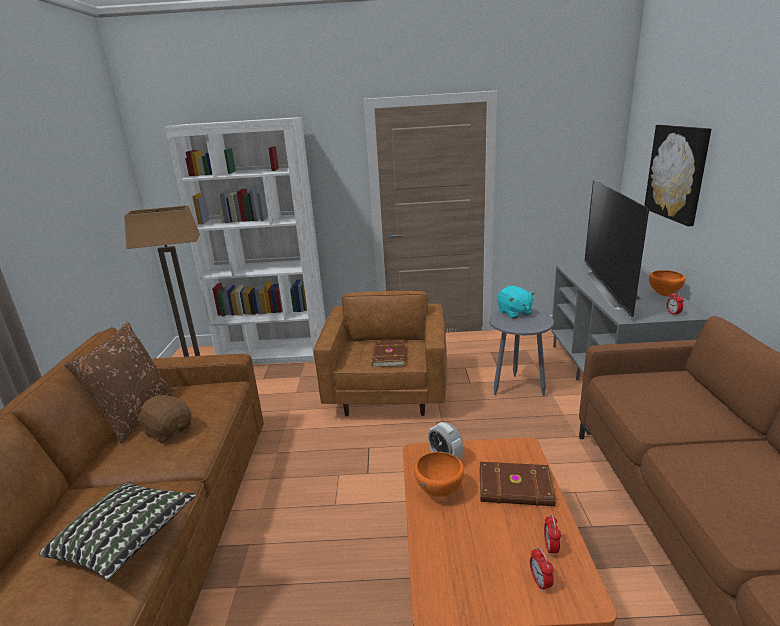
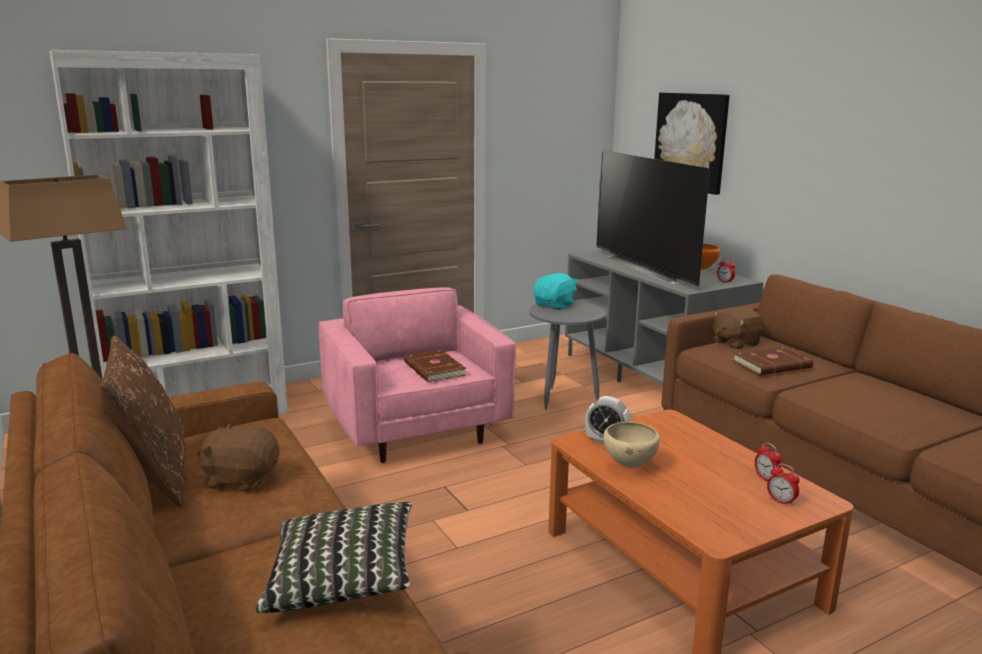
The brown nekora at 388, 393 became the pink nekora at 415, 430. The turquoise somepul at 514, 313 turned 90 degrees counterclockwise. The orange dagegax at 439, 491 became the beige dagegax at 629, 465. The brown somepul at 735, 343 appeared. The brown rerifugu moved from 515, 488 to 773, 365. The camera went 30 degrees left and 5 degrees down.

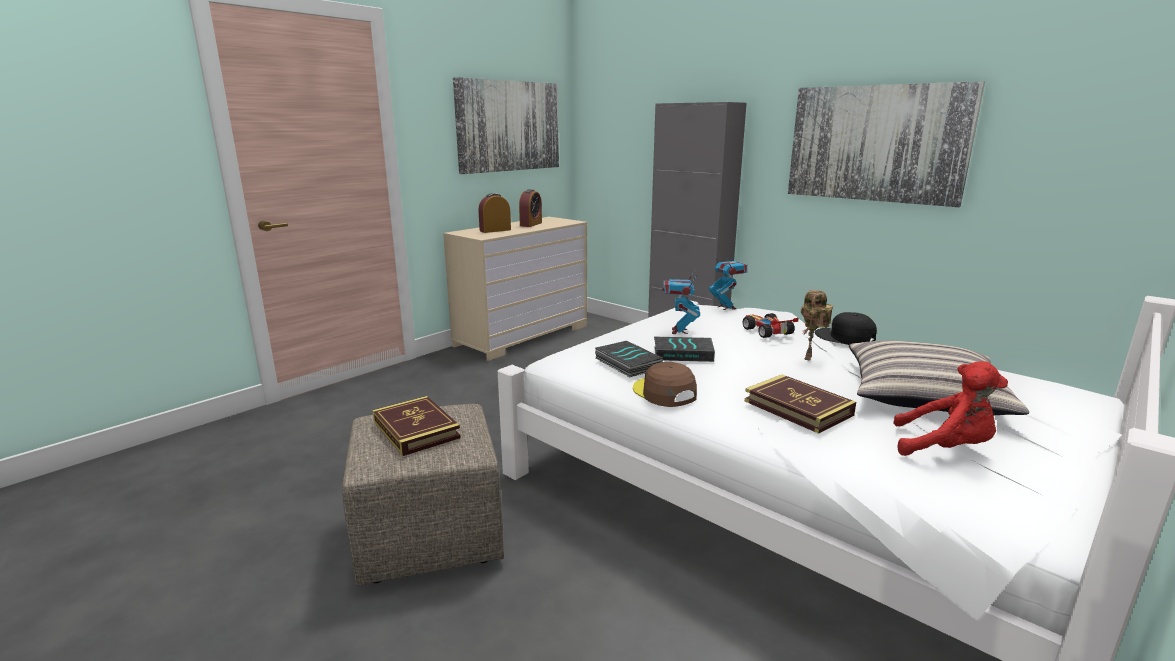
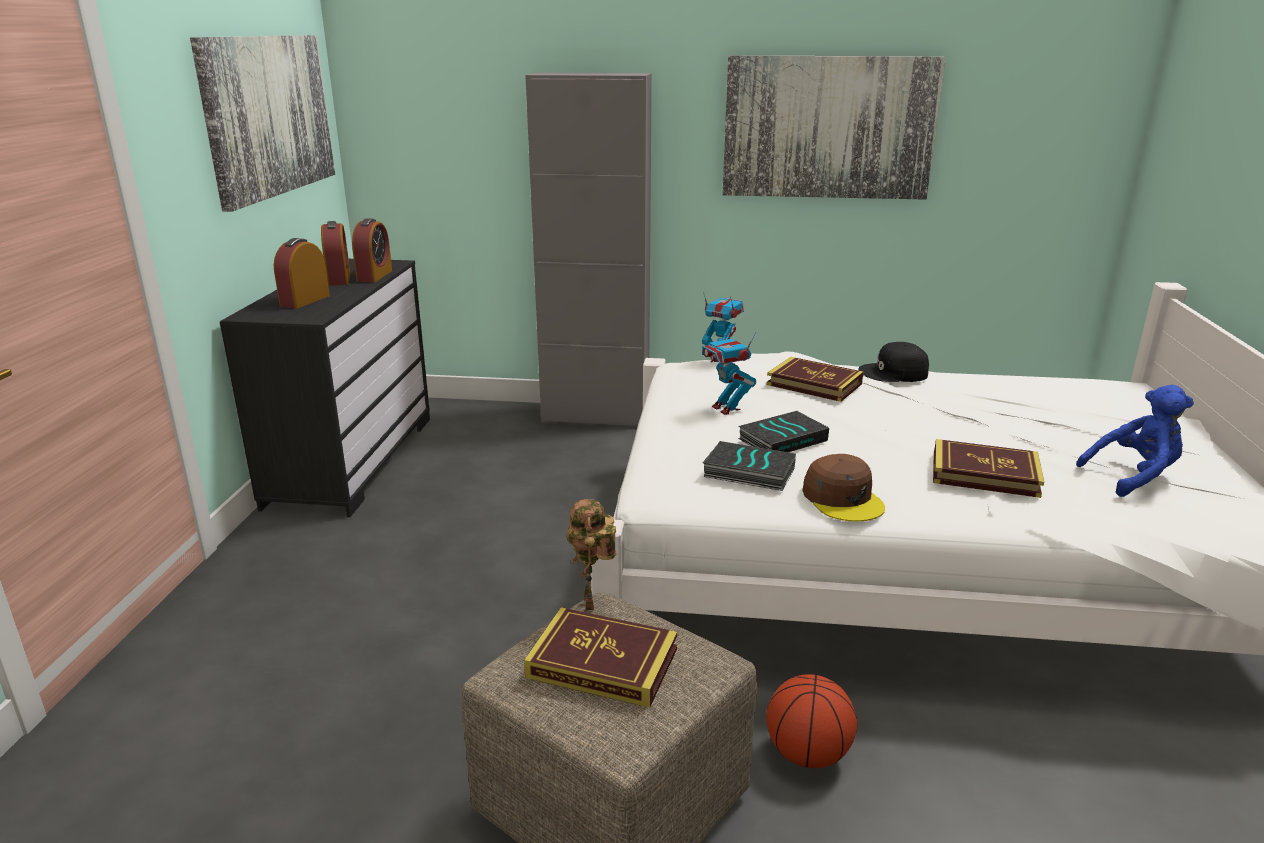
The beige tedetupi at 522, 335 became the black tedetupi at 351, 460. The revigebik at 374, 276 appeared. The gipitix moved from 810, 358 to 592, 604. The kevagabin at 807, 754 appeared. The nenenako at 766, 331 was replaced by the rerifugu at 814, 384. The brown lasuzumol at 664, 392 turned 135 degrees counterclockwise. The red somepul at 944, 448 became the blue somepul at 1133, 477. The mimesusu at 923, 394 disappeared. The camera went 35 degrees left and 5 degrees up.

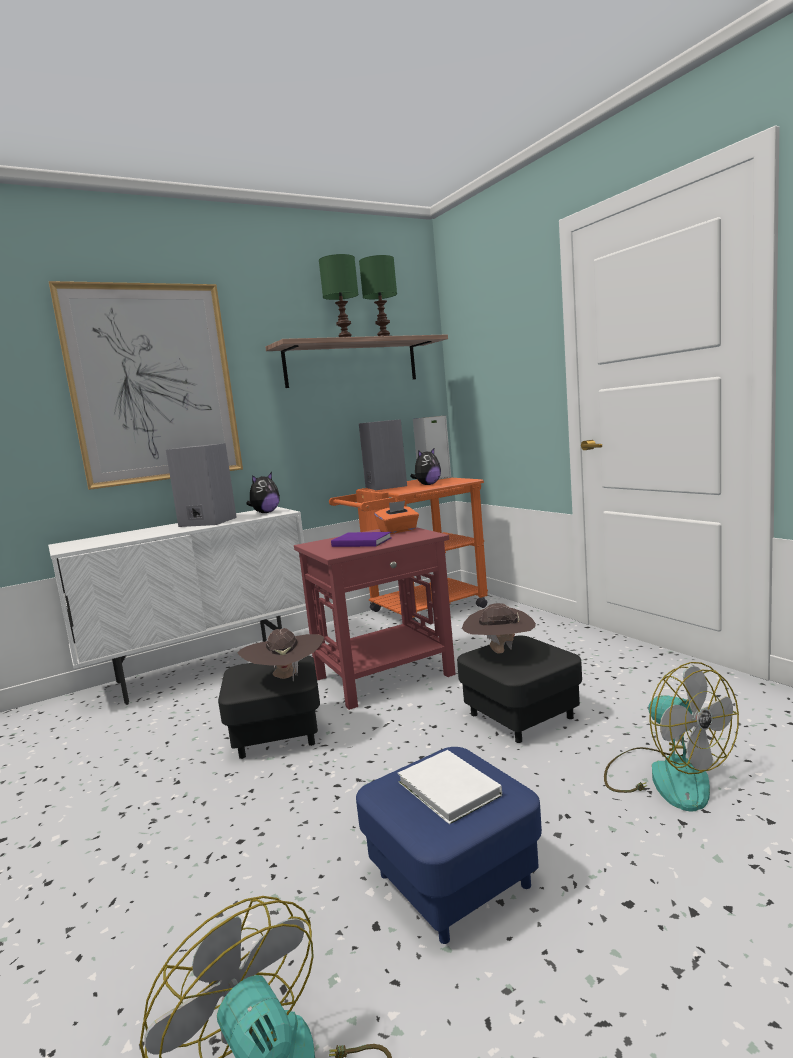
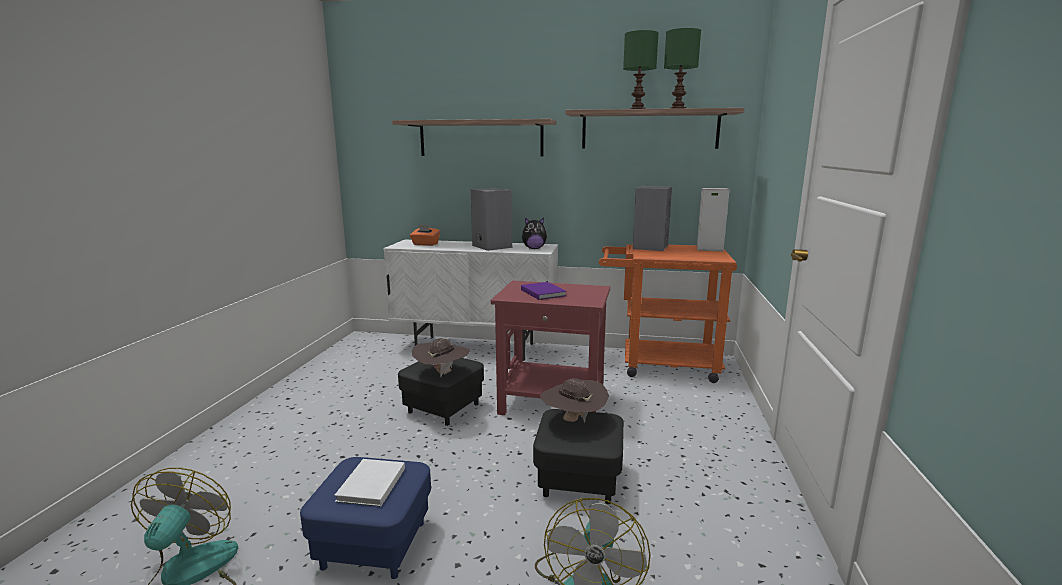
The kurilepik at 153, 384 was replaced by the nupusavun at 481, 138. The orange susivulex moved from 398, 531 to 425, 244. The somepul at 427, 485 disappeared. The camera went 40 degrees right and 5 degrees up.

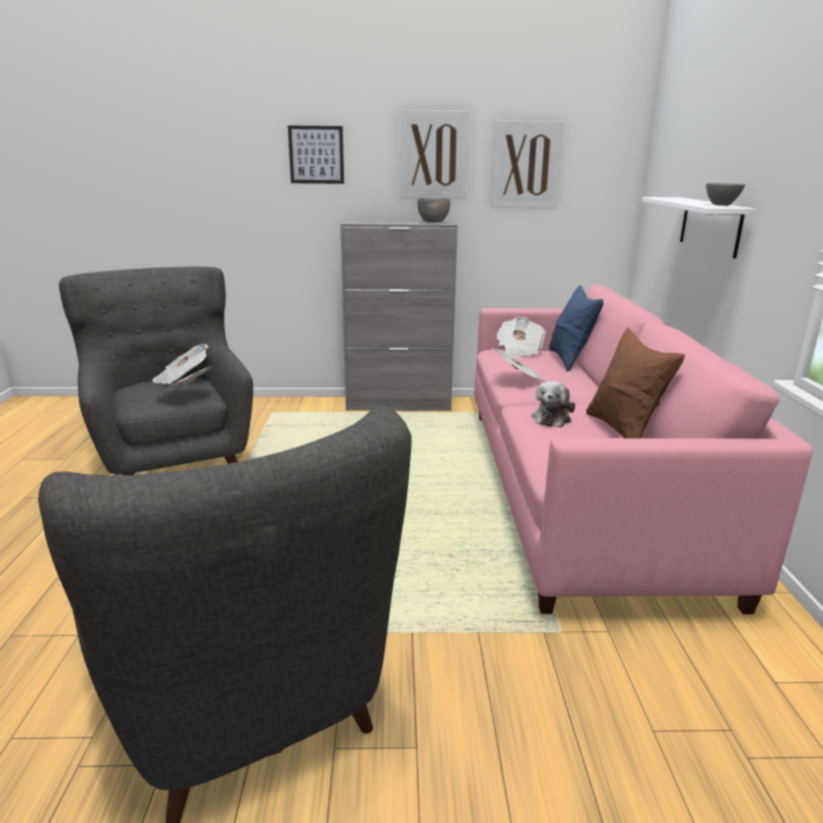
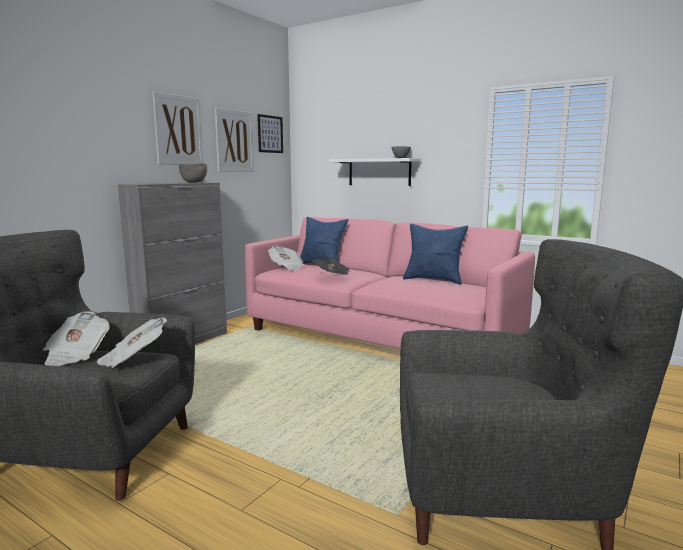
The kurilepik moved from 316, 155 to 270, 134. The brown mimesusu at 624, 431 became the blue mimesusu at 434, 280. The somepul at 551, 418 disappeared. The camera went 55 degrees left and 10 degrees down.

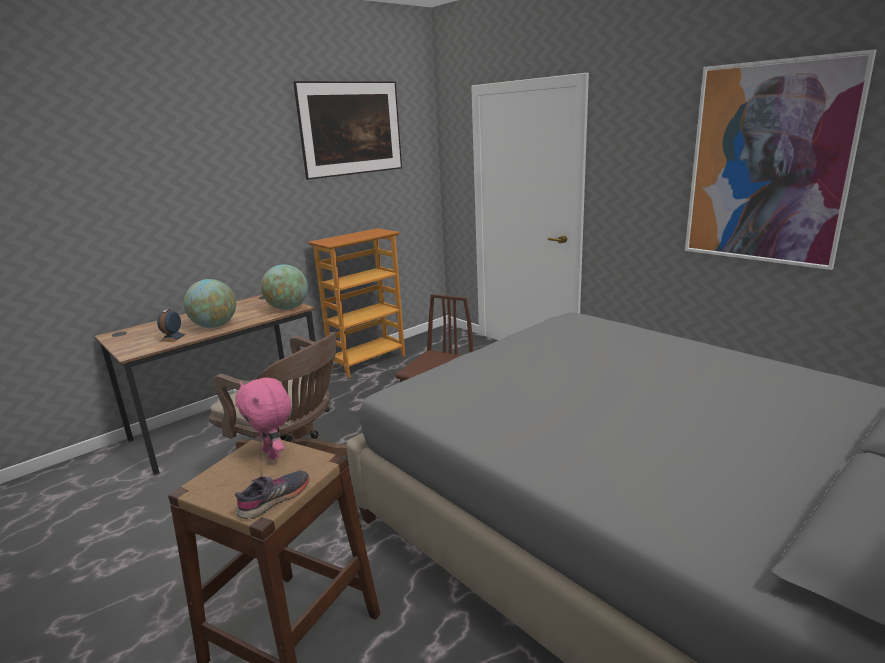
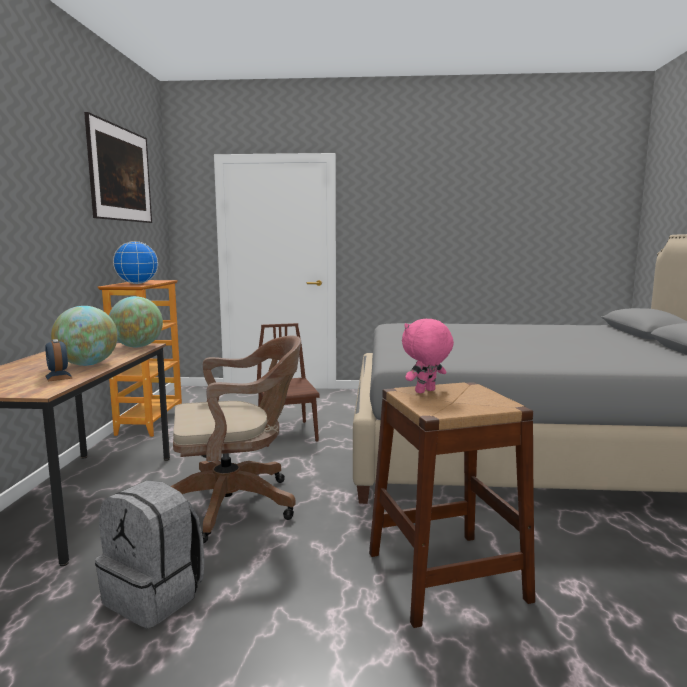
The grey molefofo at 155, 596 appeared. The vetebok at 137, 283 appeared. The pink somepul at 273, 454 turned 135 degrees clockwise. The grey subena at 275, 499 disappeared. The kurilepik at 767, 164 disappeared. The camera went 45 degrees left and 10 degrees down.

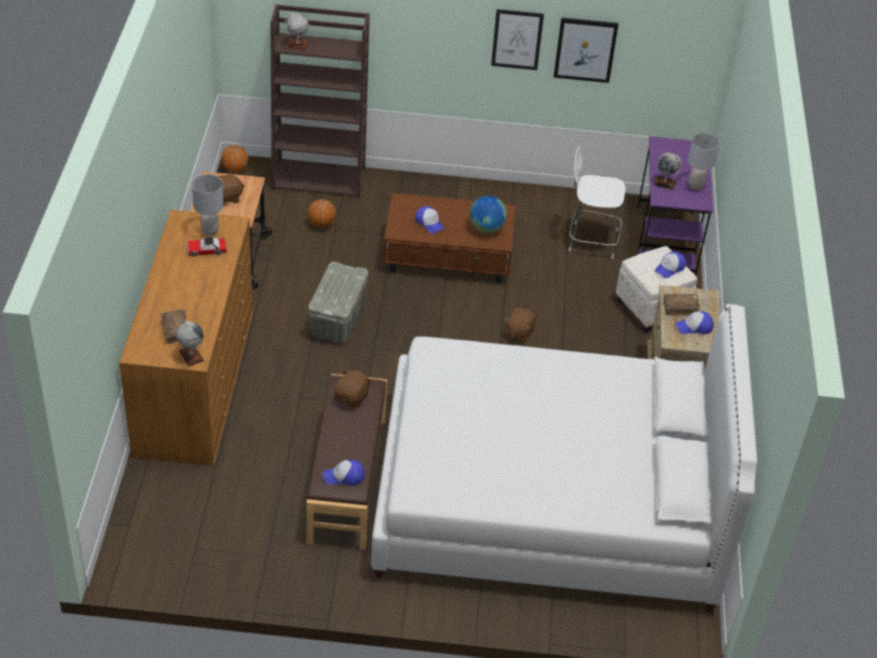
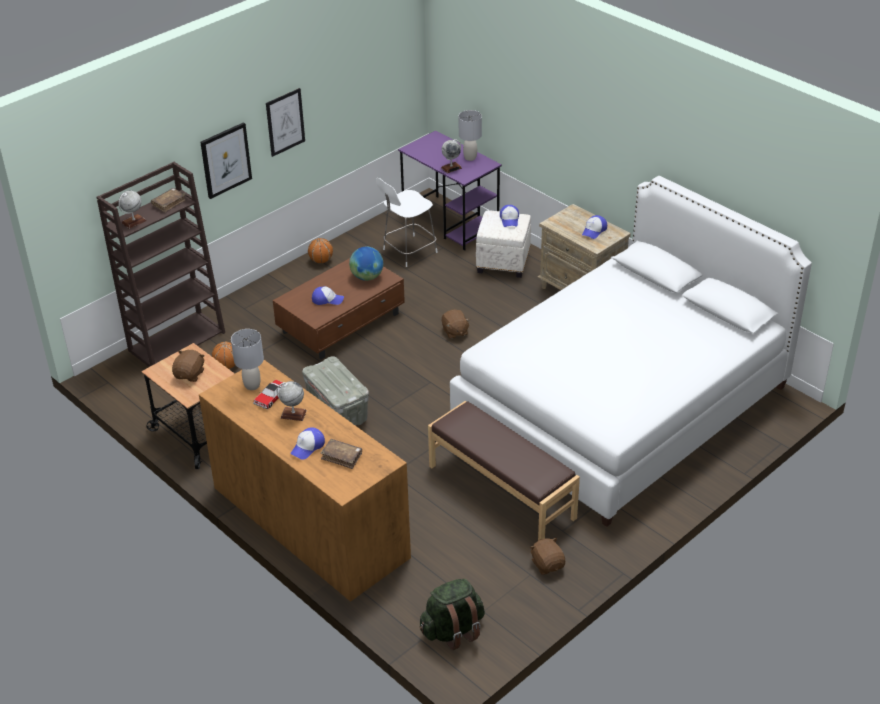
The brown rerifugu moved from 680, 307 to 169, 203. The kurilepik moved from 585, 49 to 225, 160. The vetebok moved from 191, 356 to 293, 414. The lasuzumol moved from 344, 476 to 308, 447. The kevagabin moved from 235, 170 to 321, 261. The green molefofo at 453, 630 appeared. The brown somepul moved from 352, 397 to 547, 564. The camera went 45 degrees left and 5 degrees down.

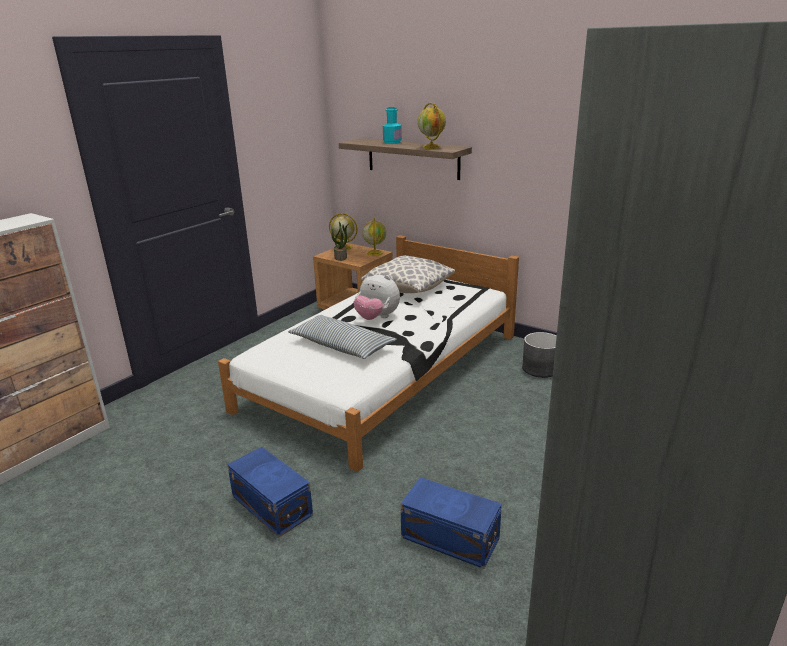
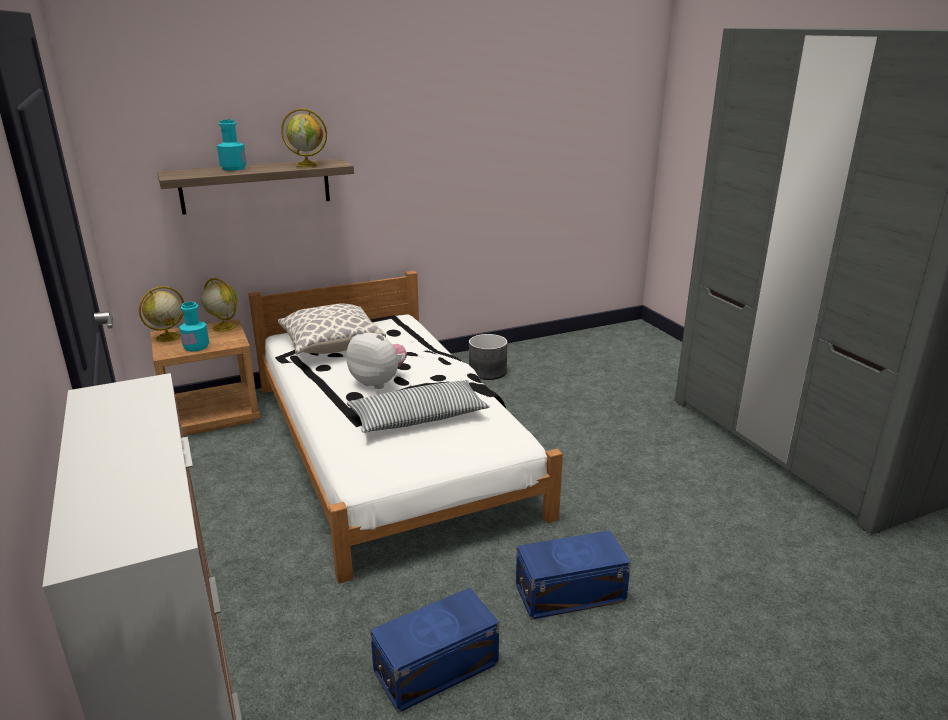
The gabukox at 341, 257 was replaced by the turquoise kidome at 196, 347. The somepul at 377, 318 turned 120 degrees counterclockwise. The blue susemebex moved from 450, 539 to 438, 668. The camera went 60 degrees left and 0 degrees up.

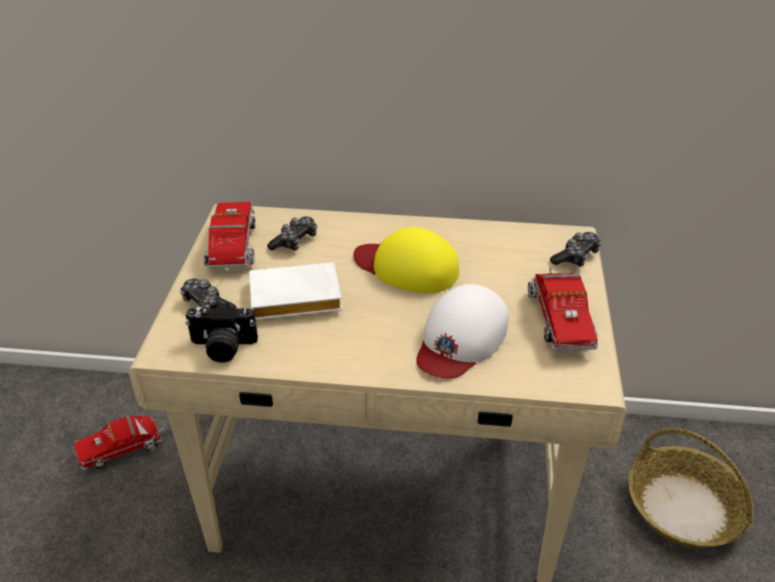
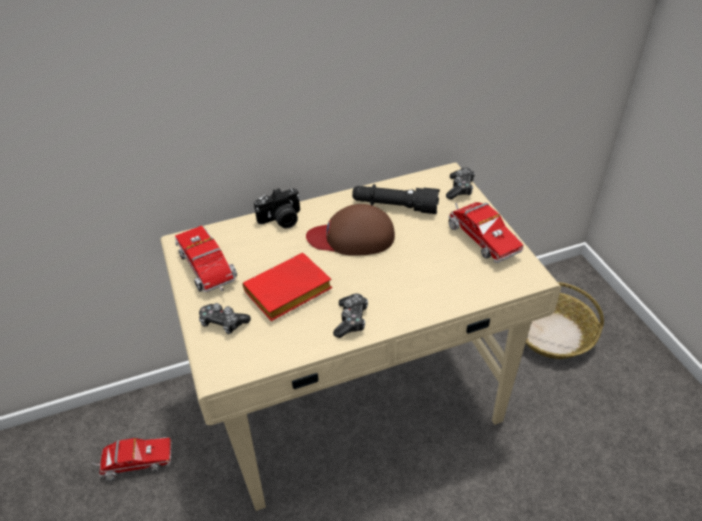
The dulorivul at 125, 448 turned 135 degrees counterclockwise. The white rerifugu at 293, 300 became the red rerifugu at 287, 293. The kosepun moved from 222, 347 to 281, 220. The yellow lasuzumol at 407, 267 became the brown lasuzumol at 352, 237. The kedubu moved from 295, 241 to 351, 320. The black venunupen at 395, 206 appeared. The white lasuzumol at 460, 338 disappeared. The camera went 25 degrees left and 5 degrees up.

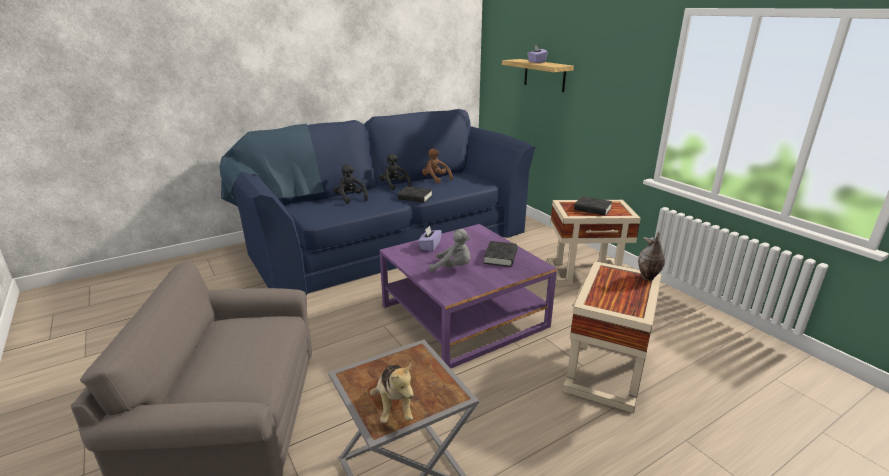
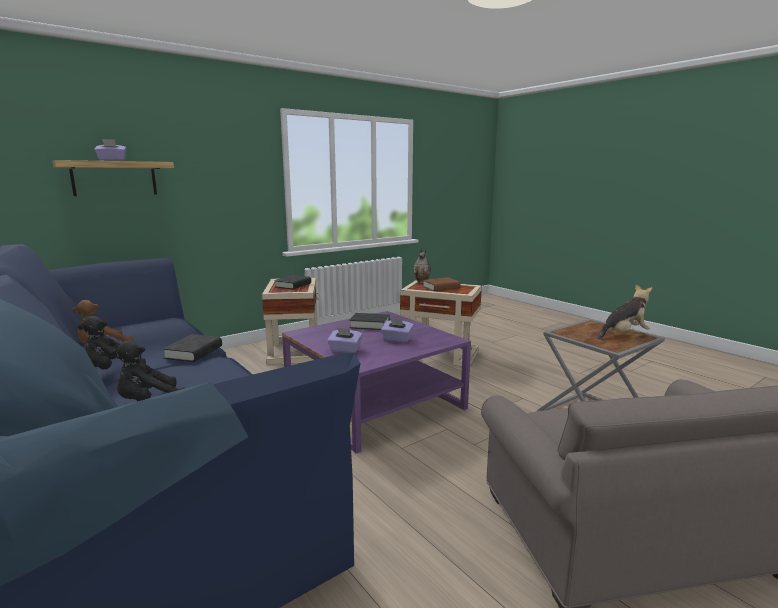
The grey somepul at 453, 268 was replaced by the purple susivulex at 397, 339. The brown rerifugu at 441, 287 appeared. The camera went 95 degrees left and 10 degrees down.

